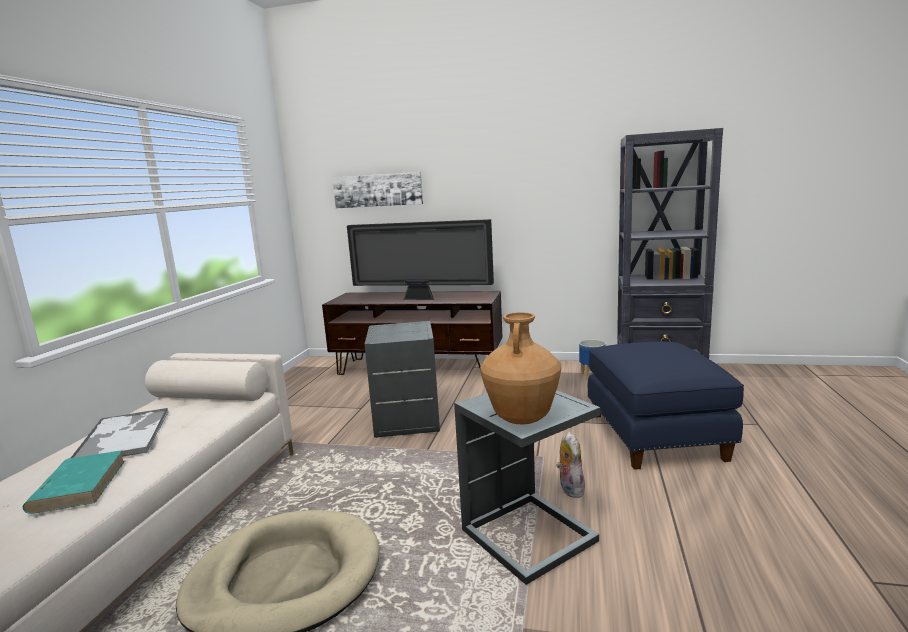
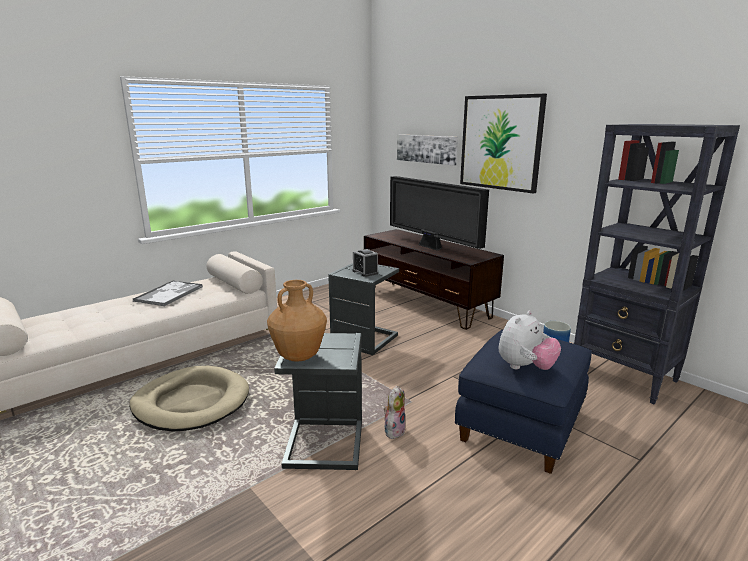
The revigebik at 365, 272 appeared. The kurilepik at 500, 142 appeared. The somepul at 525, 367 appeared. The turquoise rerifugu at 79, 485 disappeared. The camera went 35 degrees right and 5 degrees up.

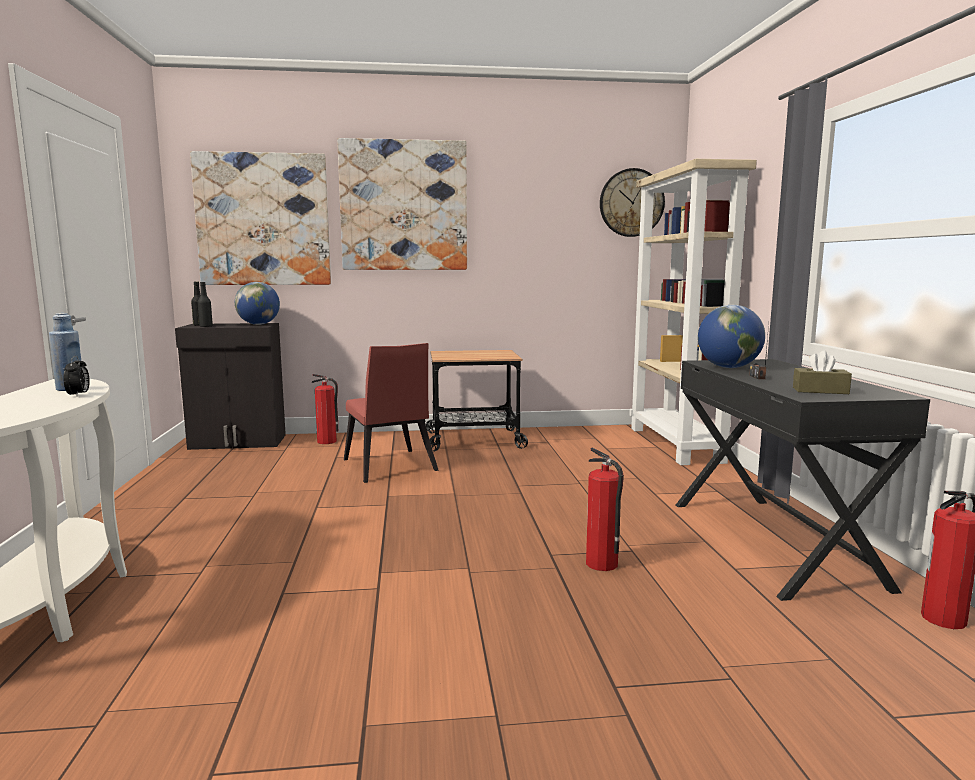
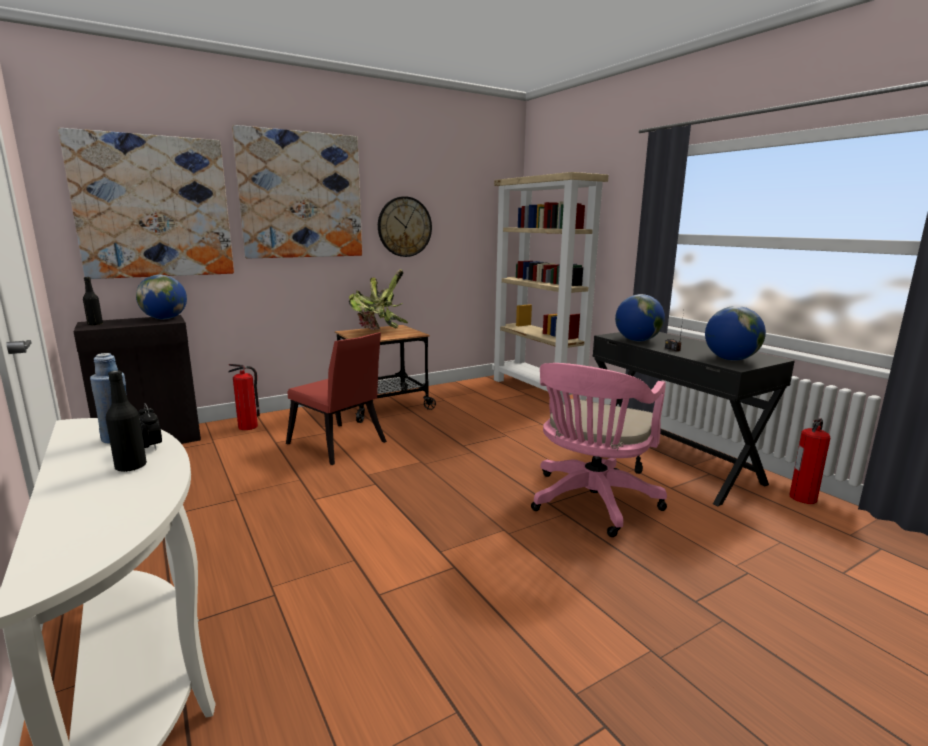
The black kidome moved from 206, 326 to 131, 467. The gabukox at 379, 331 appeared. The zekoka moved from 631, 203 to 404, 227. The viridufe at 602, 564 was replaced by the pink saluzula at 591, 503. The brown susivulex at 820, 391 was replaced by the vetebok at 730, 359. The camera went 25 degrees left and 5 degrees up.

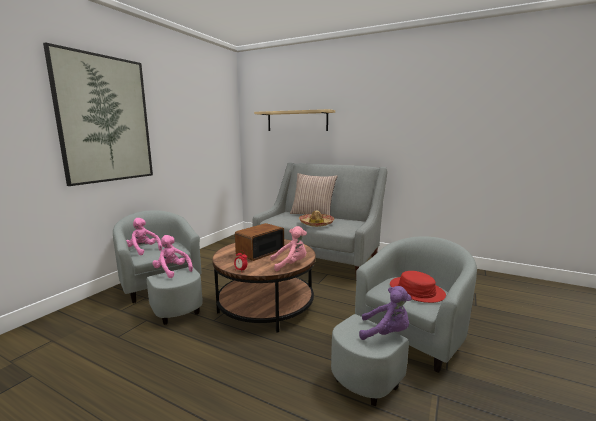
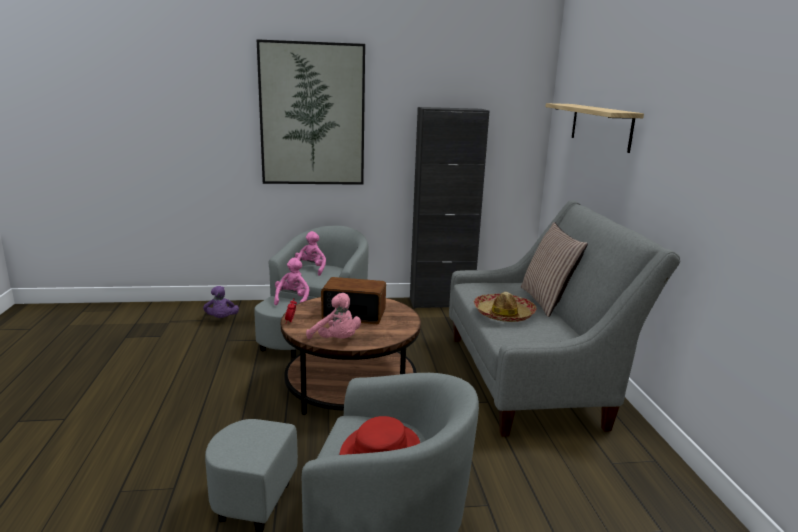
The purple somepul moved from 386, 333 to 221, 319. The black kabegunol at 441, 302 appeared. The camera went 55 degrees right and 5 degrees up.

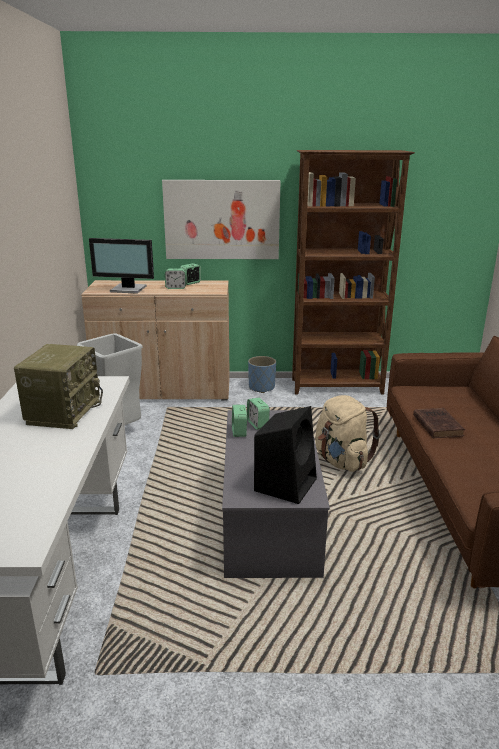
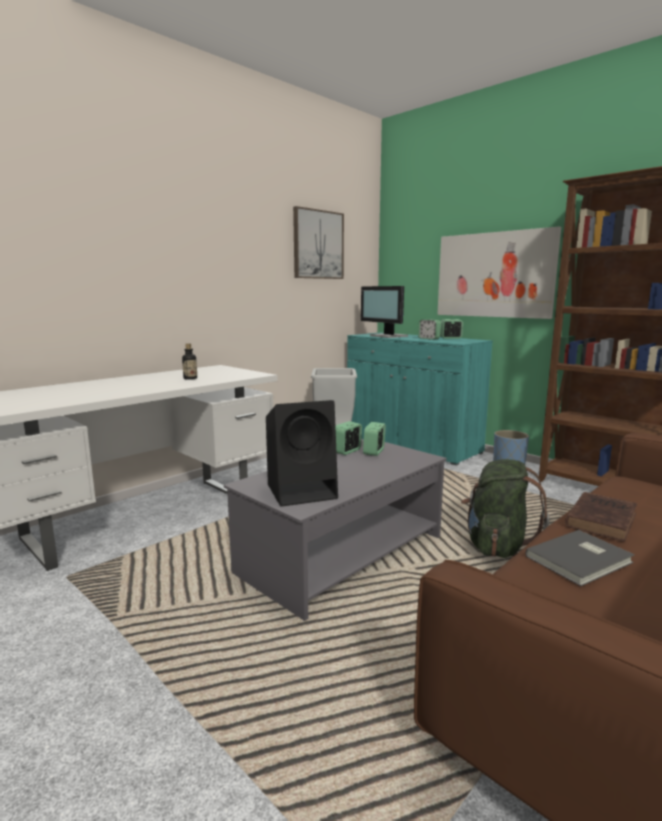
The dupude at 63, 411 was replaced by the kidome at 190, 378. The kurilepik at 318, 245 appeared. The beige kabegunol at 164, 390 became the turquoise kabegunol at 411, 445. The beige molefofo at 341, 461 became the green molefofo at 497, 547. The grey rerifugu at 582, 560 appeared. The camera went 45 degrees right and 10 degrees down.

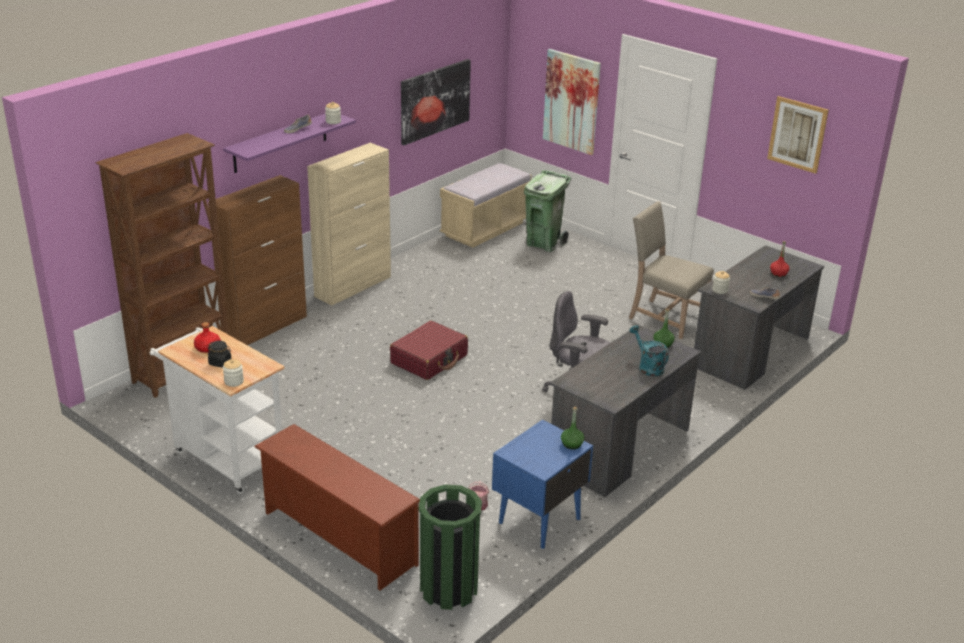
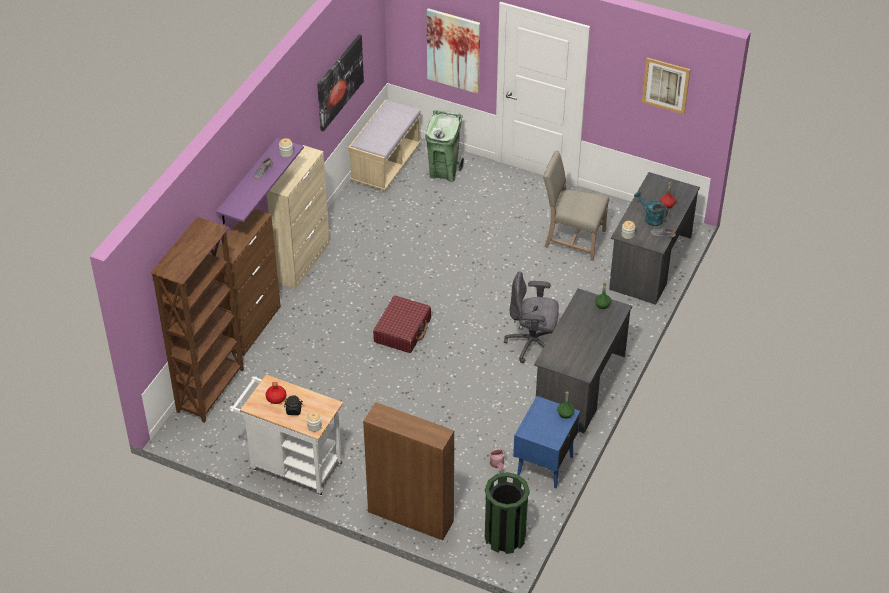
The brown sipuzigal at 337, 538 was replaced by the brown kabegunol at 410, 516. The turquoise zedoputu moved from 648, 366 to 650, 218. The camera went 15 degrees left and 15 degrees up.

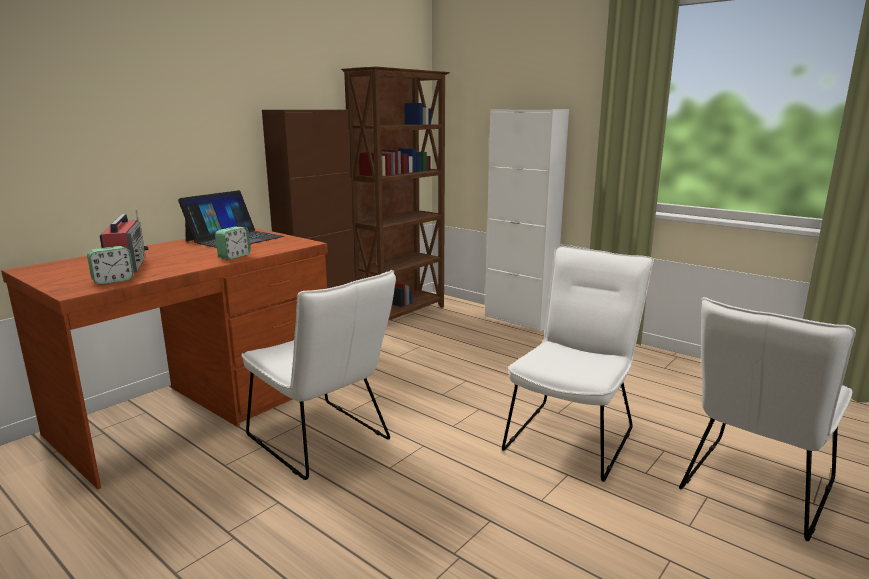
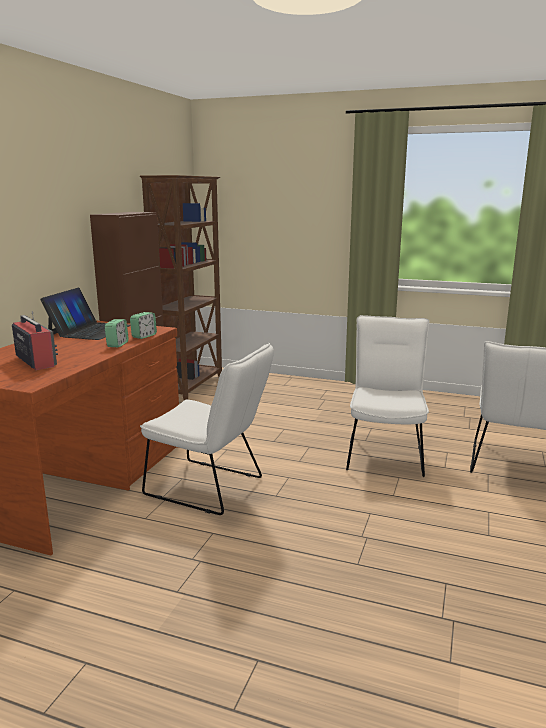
The revigebik moved from 113, 280 to 144, 336. The white kabegunol at 519, 320 disappeared. The camera went 20 degrees left and 0 degrees up.

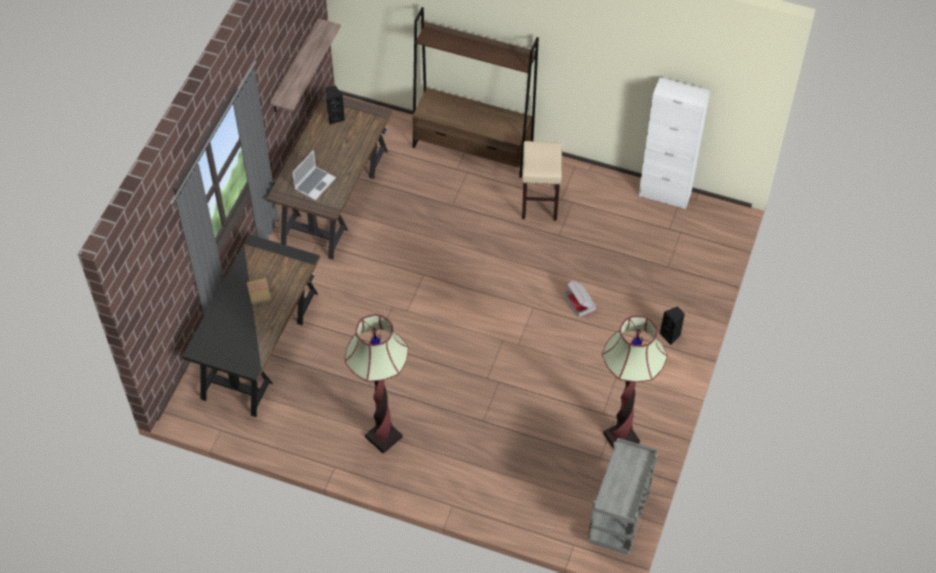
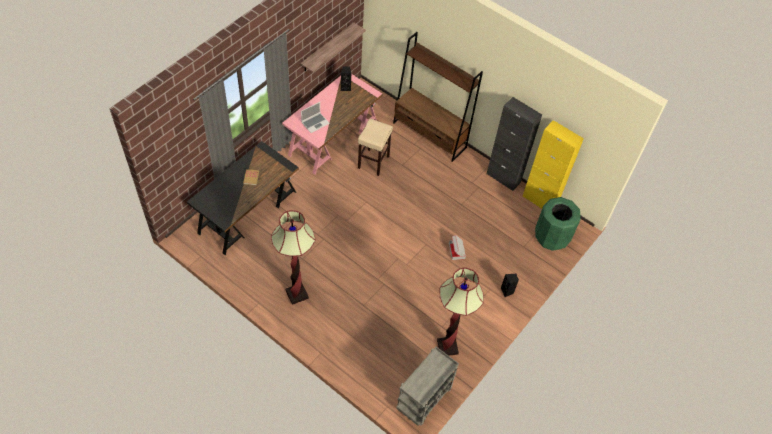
The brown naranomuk at 334, 196 became the pink naranomuk at 332, 137. The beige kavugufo moved from 540, 203 to 373, 162. The black kabegunol at 503, 178 appeared. The white kabegunol at 664, 194 became the yellow kabegunol at 540, 200. The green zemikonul at 551, 237 appeared. The camera went 15 degrees right and 0 degrees up.

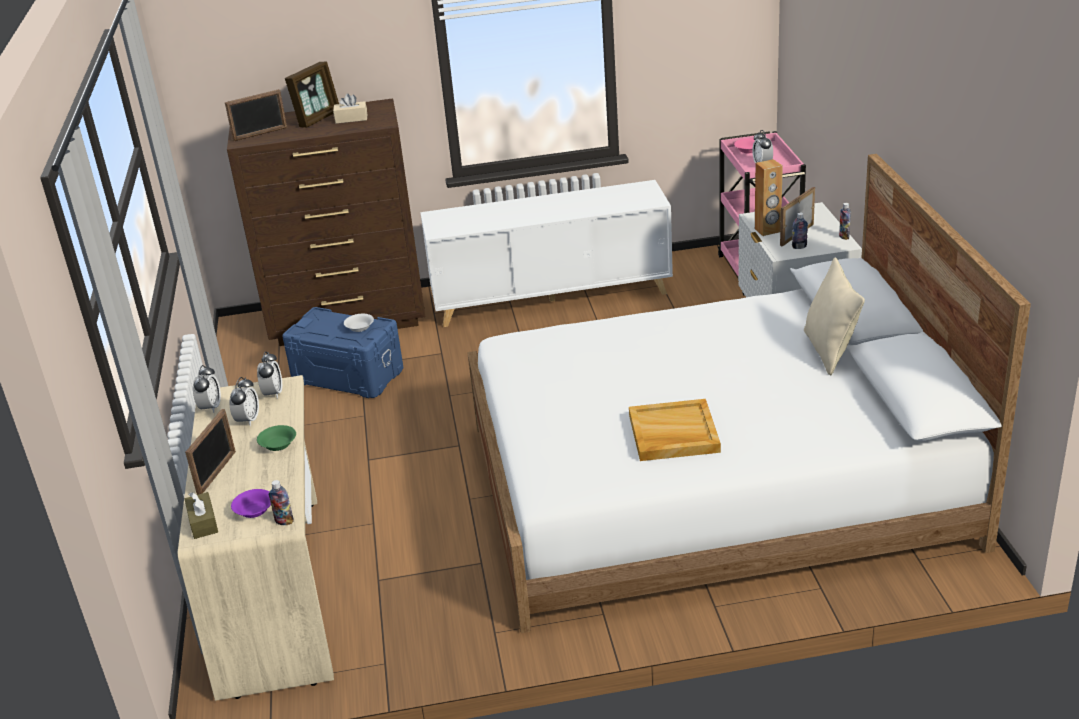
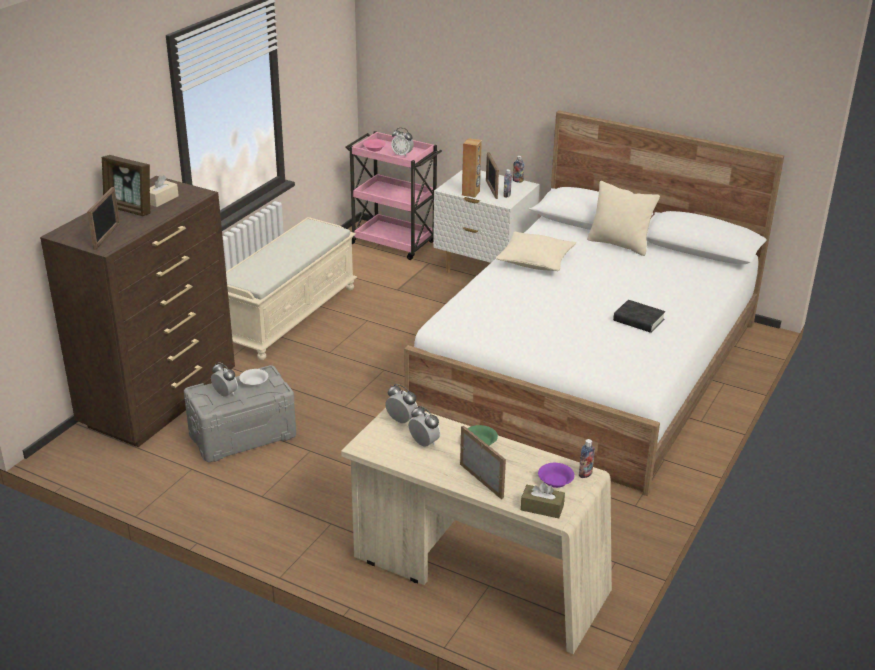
The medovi at 317, 118 turned 135 degrees clockwise. The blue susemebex at 348, 375 became the grey susemebex at 242, 434. The revigebik moved from 210, 407 to 225, 394. The white kabegunol at 552, 297 was replaced by the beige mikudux at 289, 315. The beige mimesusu at 535, 261 appeared. The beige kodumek at 673, 434 was replaced by the black rerifugu at 638, 320. The camera went 55 degrees left and 0 degrees up.

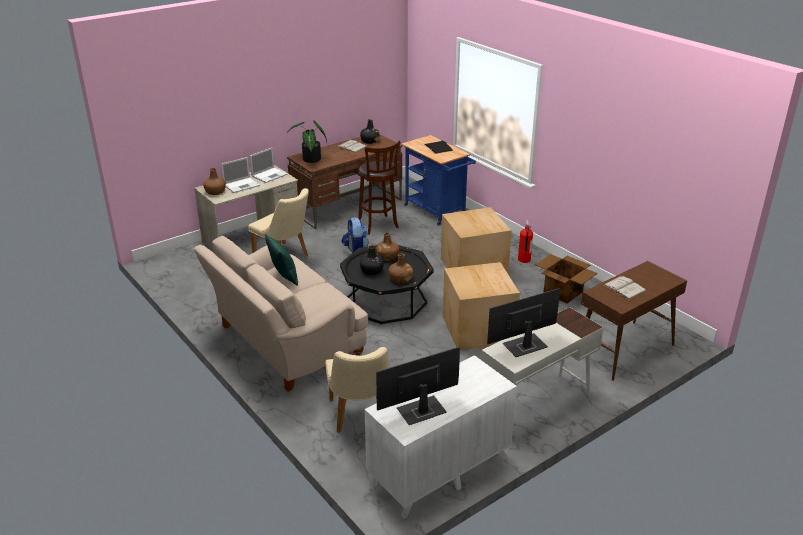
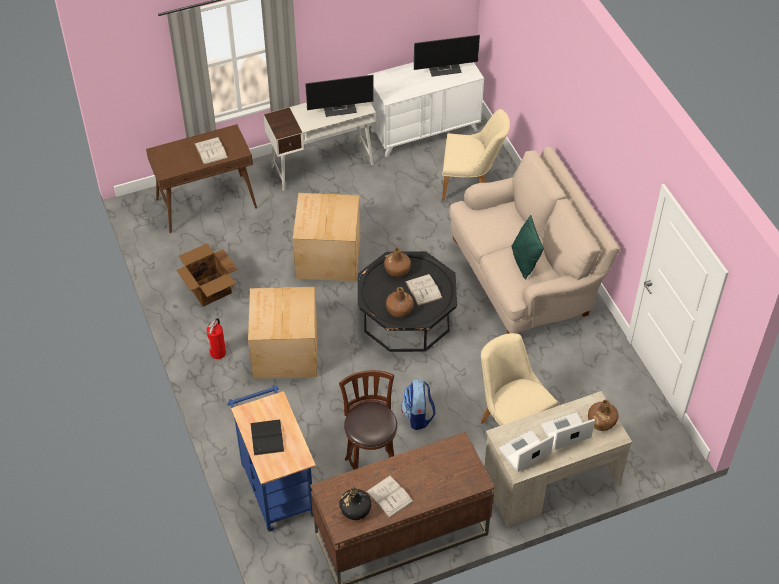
The black kidome at 372, 271 was replaced by the white rerifugu at 423, 289. The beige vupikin at 360, 417 turned 90 degrees clockwise. The gabukox at 310, 160 disappeared. The camera went 165 degrees left and 20 degrees up.

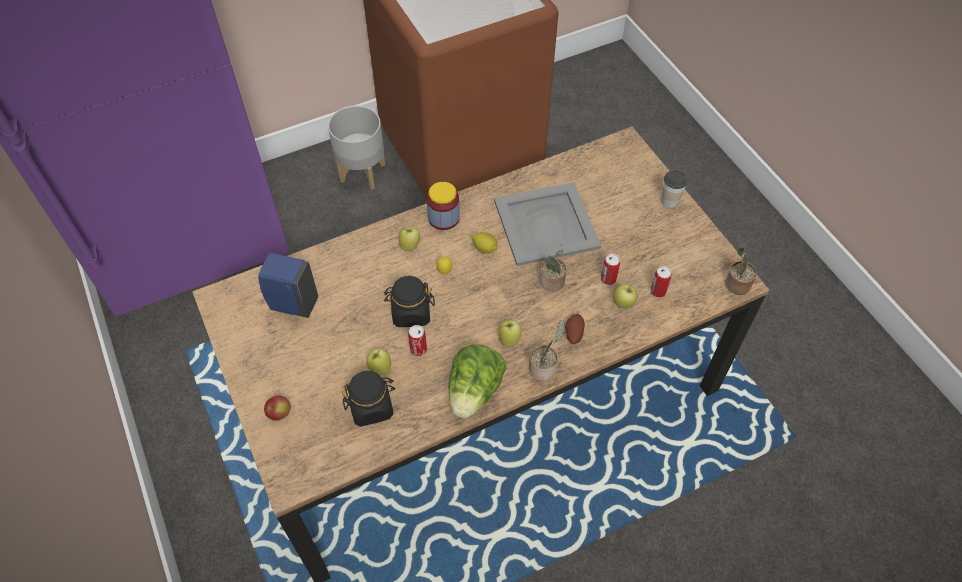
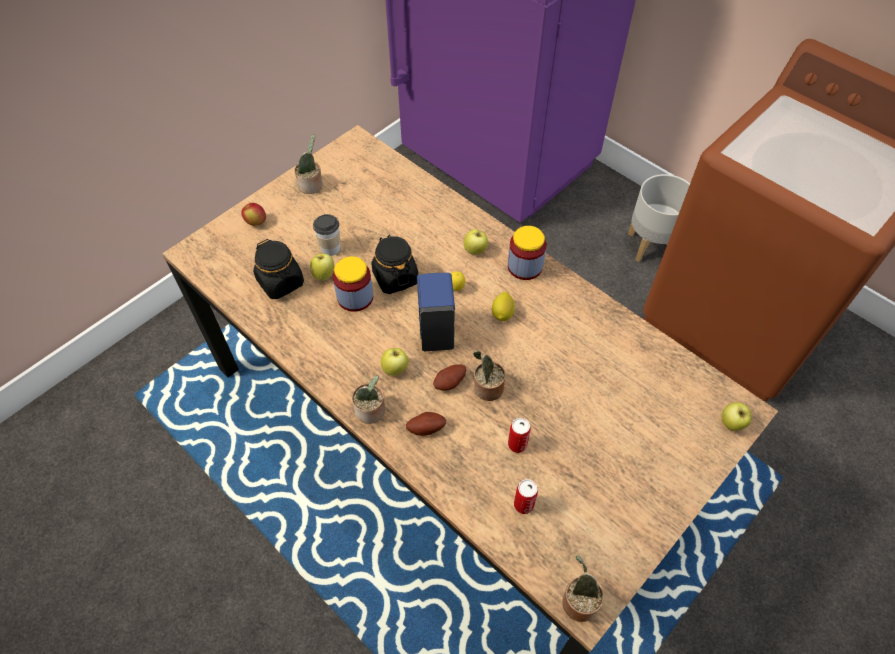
The gabukox at 312, 185 appeared. The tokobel moved from 669, 201 to 330, 248. The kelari at 418, 349 was replaced by the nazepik at 355, 297. The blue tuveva moved from 292, 304 to 436, 331. The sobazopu at 450, 383 appeared. The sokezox moved from 623, 303 to 731, 424. The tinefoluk at 474, 392 disappeared. The grey kodumek at 545, 224 disappeared. The camera went 70 degrees right and 0 degrees up.

